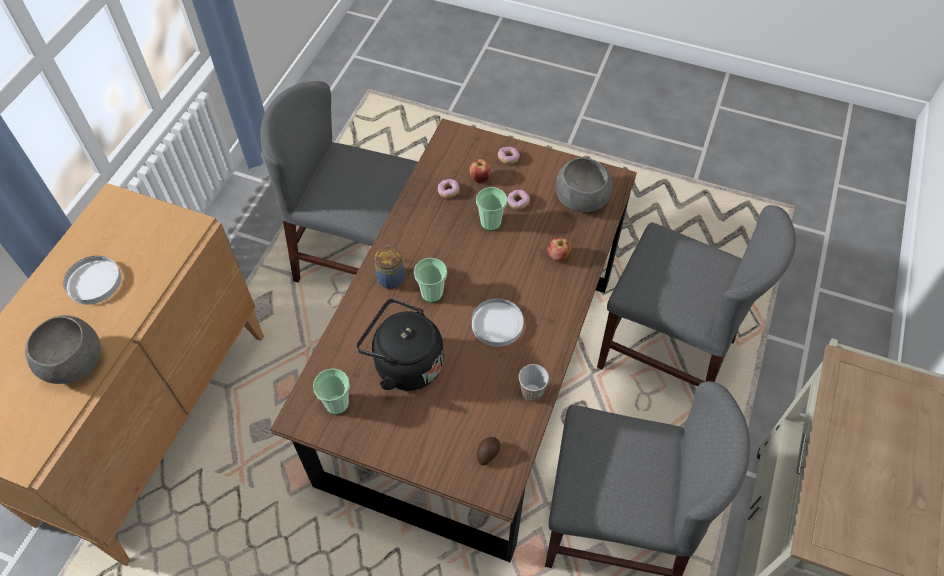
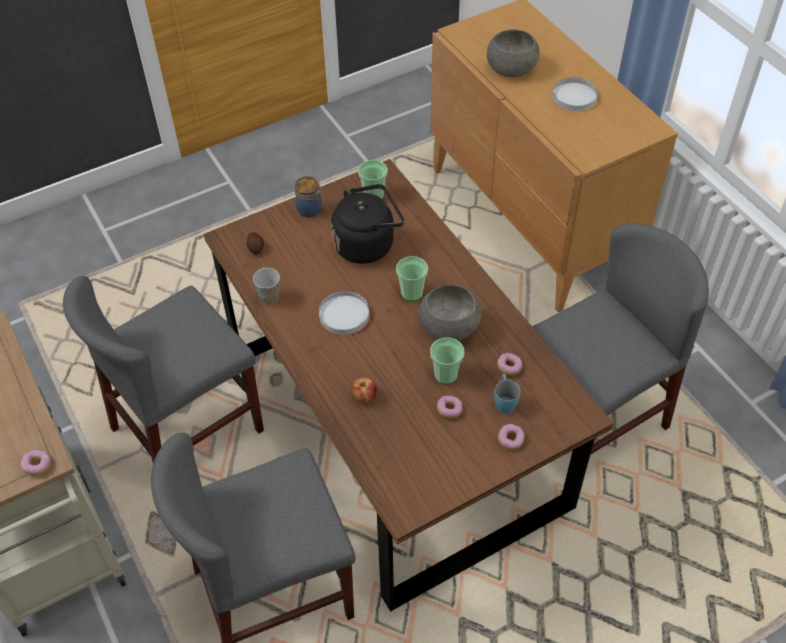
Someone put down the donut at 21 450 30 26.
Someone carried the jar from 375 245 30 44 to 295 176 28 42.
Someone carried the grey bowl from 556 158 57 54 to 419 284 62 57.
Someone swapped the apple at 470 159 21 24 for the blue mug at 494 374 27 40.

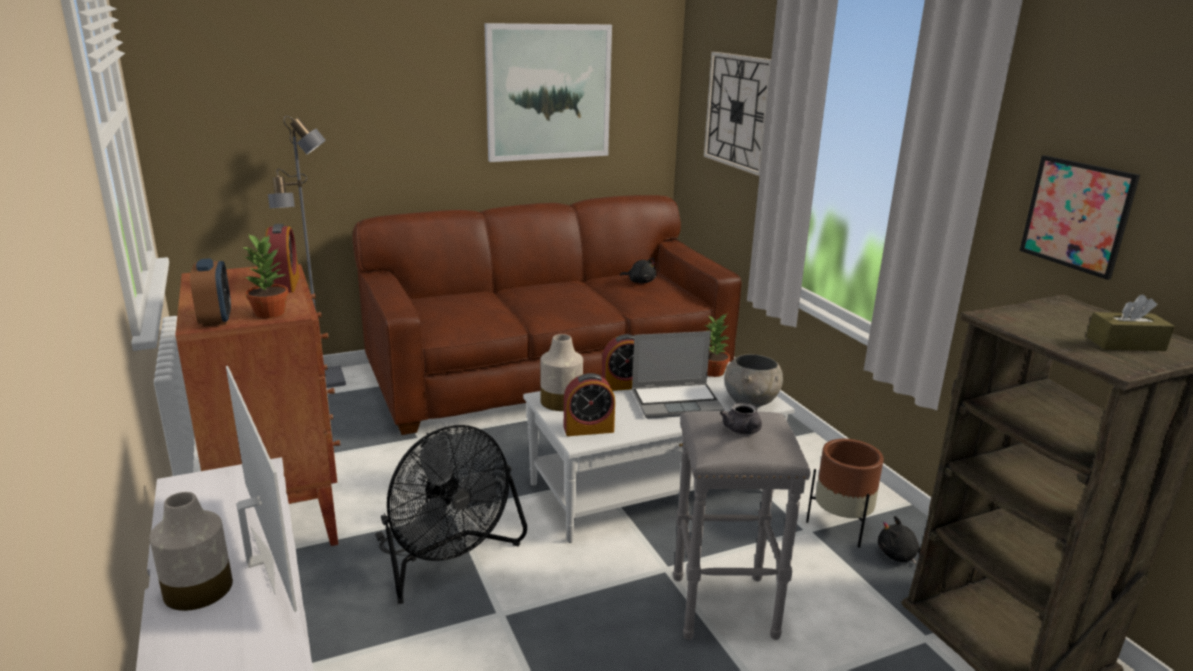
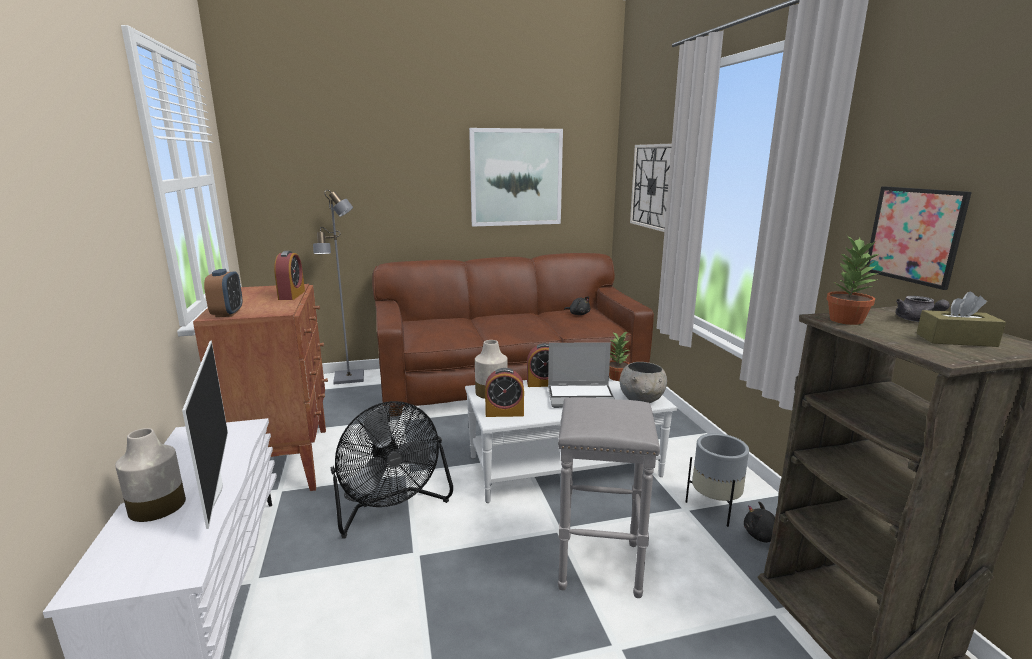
Someone carried the potted plant from 240 233 49 85 to 827 235 52 90.
Someone carried the grey teapot from 720 403 42 31 to 895 296 55 26.
Someone repainted the brown planter at 806 439 78 109, which became the grey planter at 685 433 64 94.

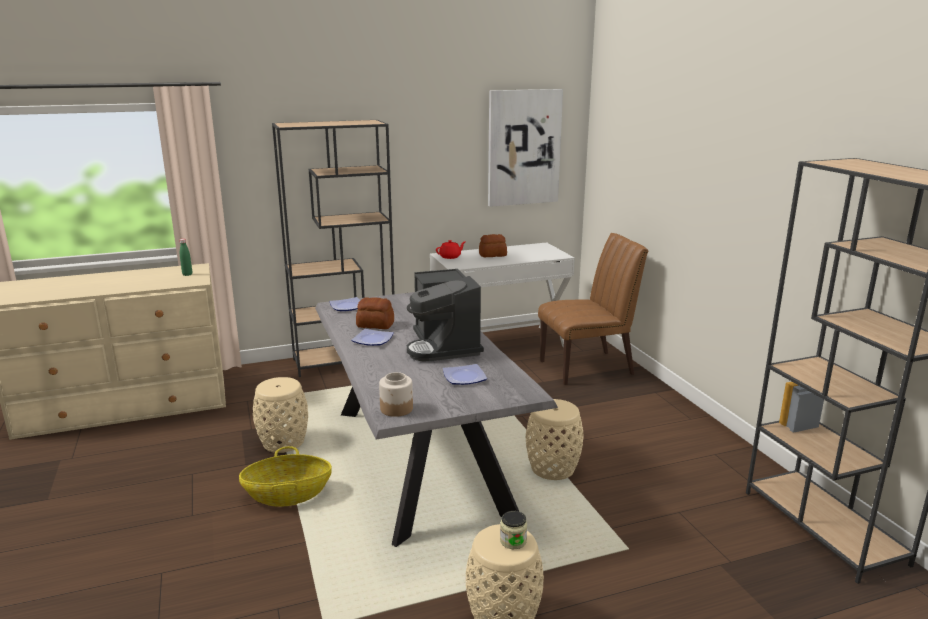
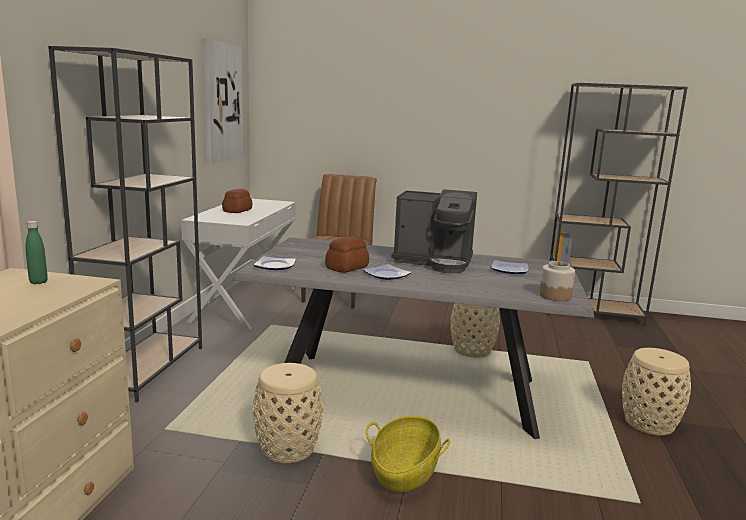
Someone took away the red teapot at 436 240 30 19.
Someone took away the jar at 500 511 27 38.

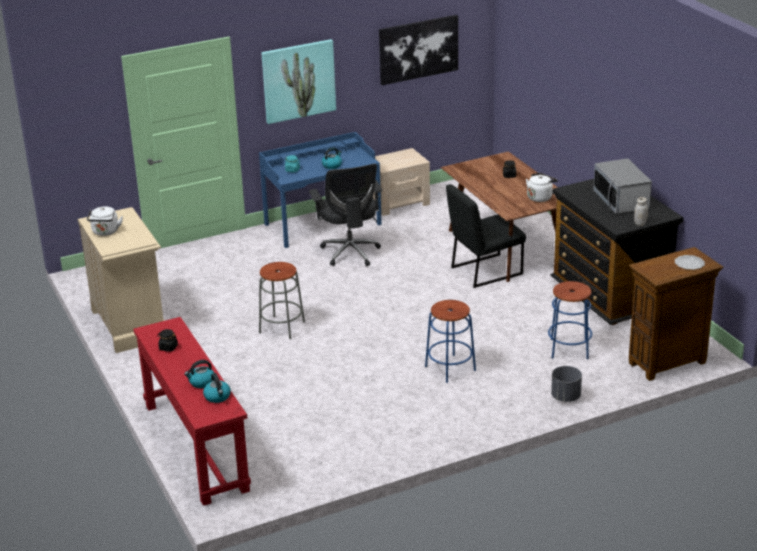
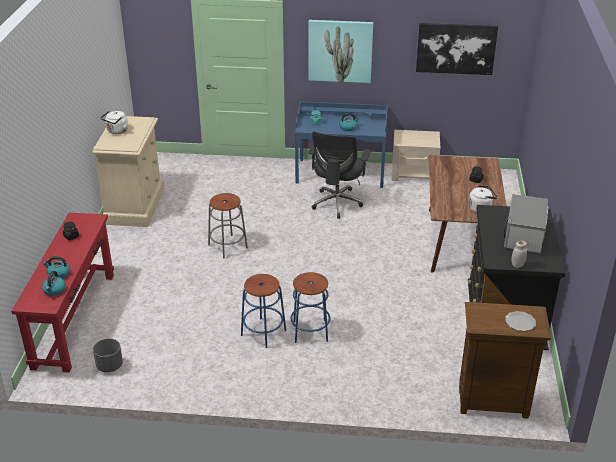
Someone took away the black chair at 446 184 80 104.
Someone carried the blue stool from 548 281 44 78 to 241 274 45 74.
Someone carried the grey planter from 551 366 31 36 to 93 339 30 33.

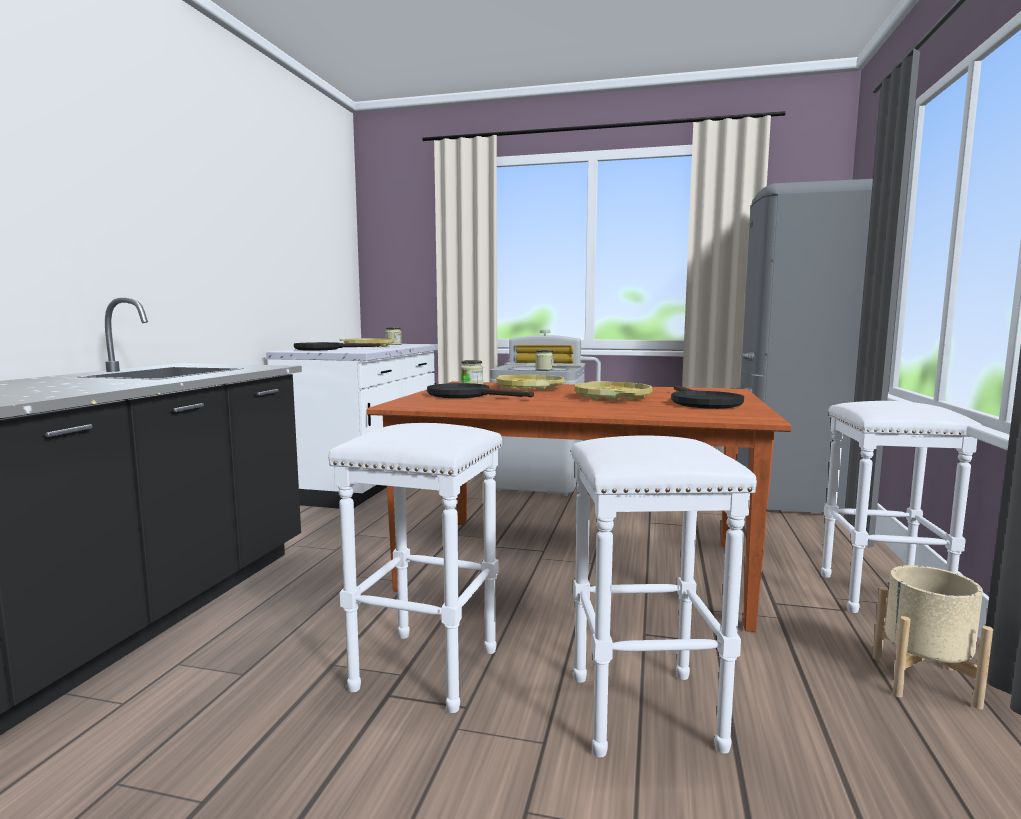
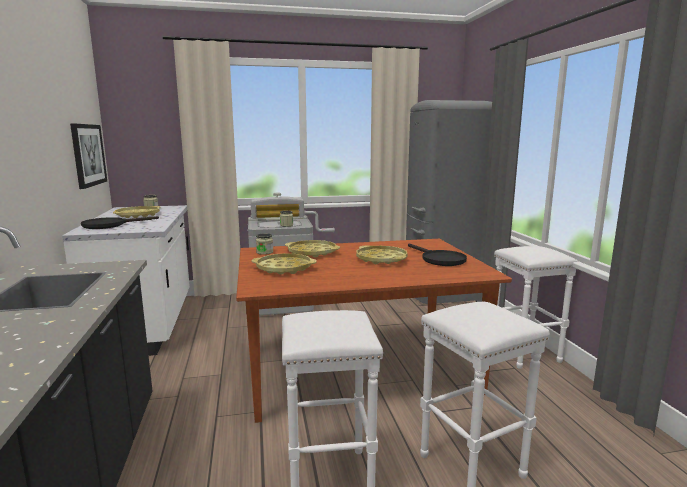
Someone took away the beige planter at 873 565 120 145.
Someone put up the picture at 70 123 37 66.
Someone swapped the black frying pan at 427 383 107 15 for the yellow tray at 252 253 65 22.

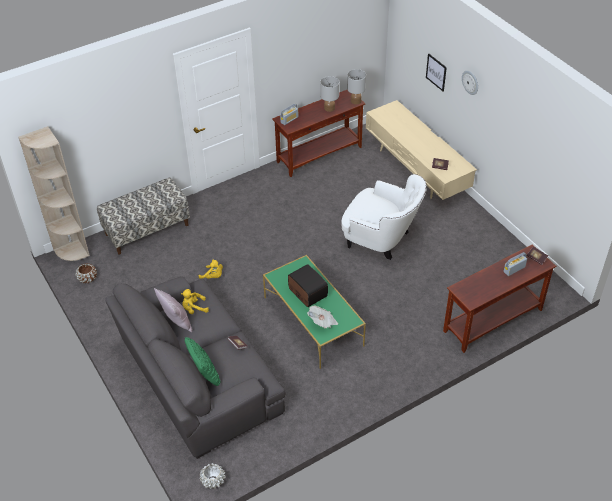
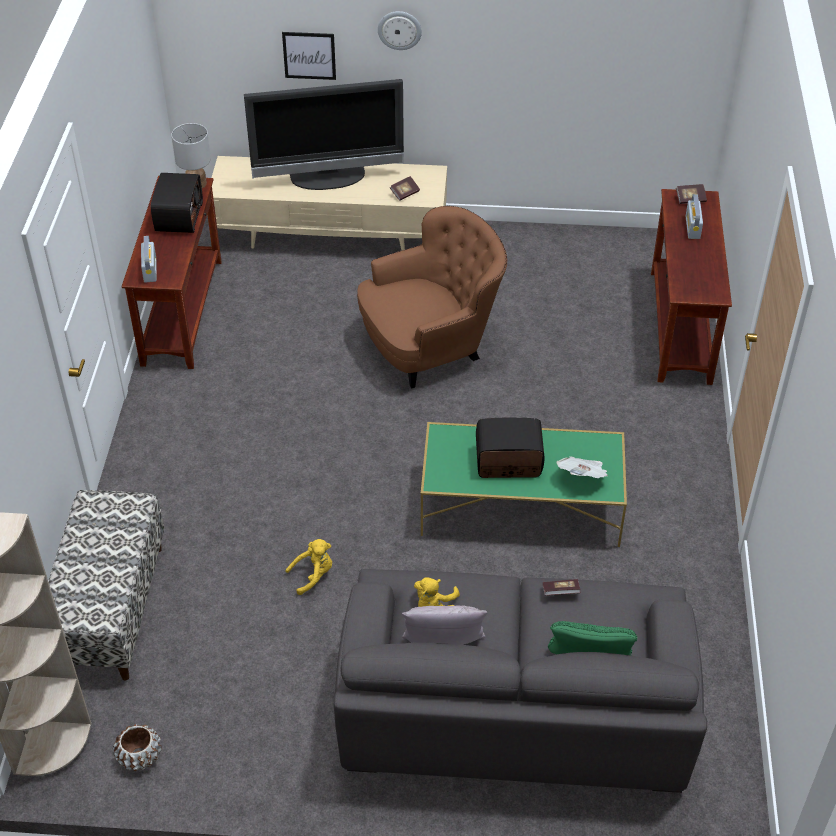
Someone took away the white planter at 200 463 26 26.
Someone put down the television at 244 79 160 111.
Someone swapped the grey table lamp at 320 76 19 36 for the radio at 151 173 52 60.
Someone repainted the white armchair at 341 174 86 86, which became the brown armchair at 357 206 150 182.

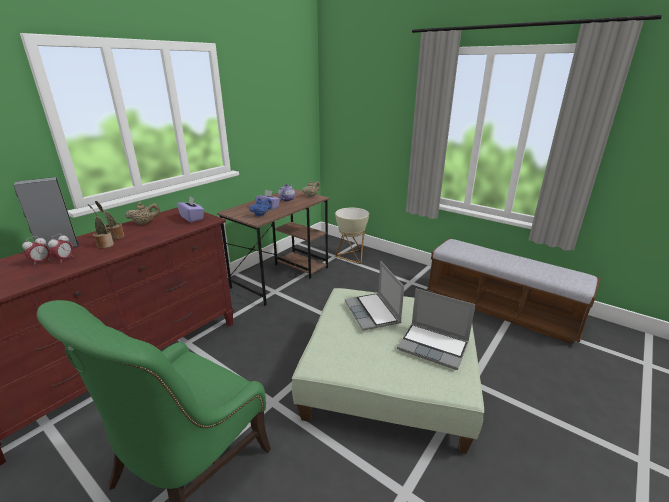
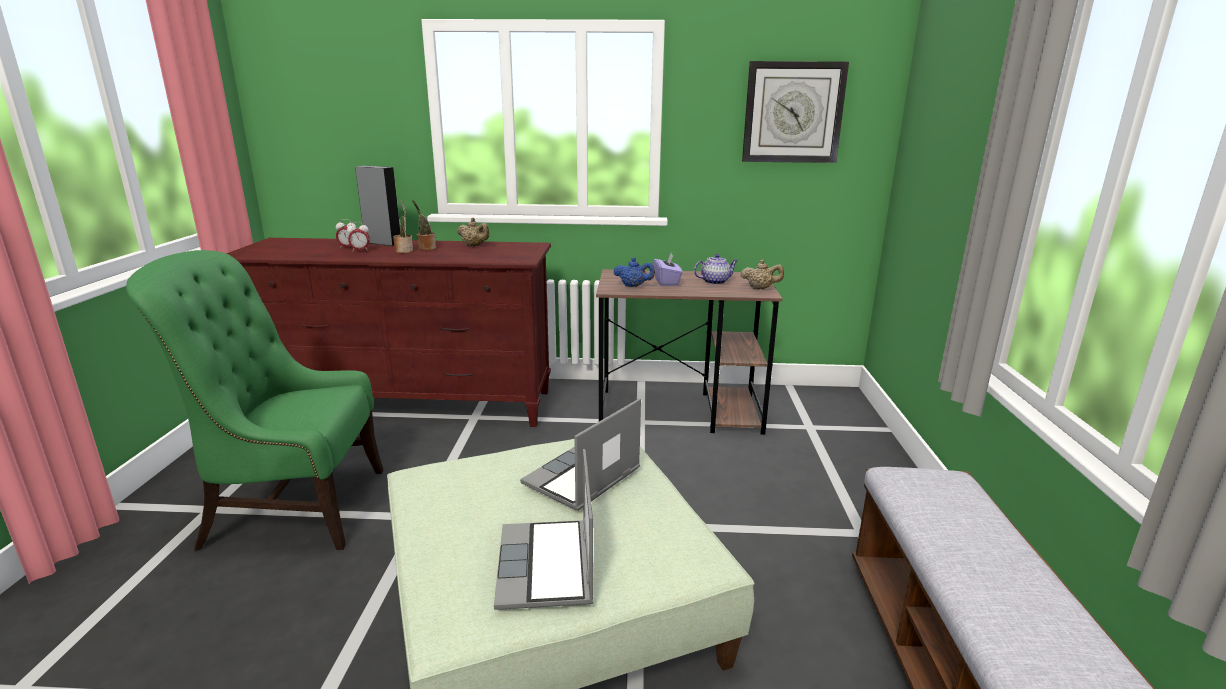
Someone took away the purple tissue box at 177 197 27 25.
Someone took away the planter at 335 208 34 56.
Someone put up the wall clock at 742 61 107 102.

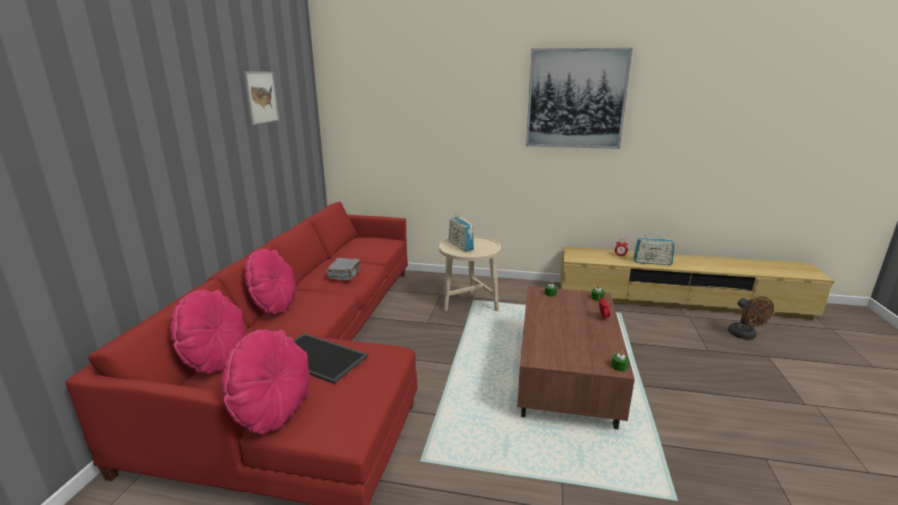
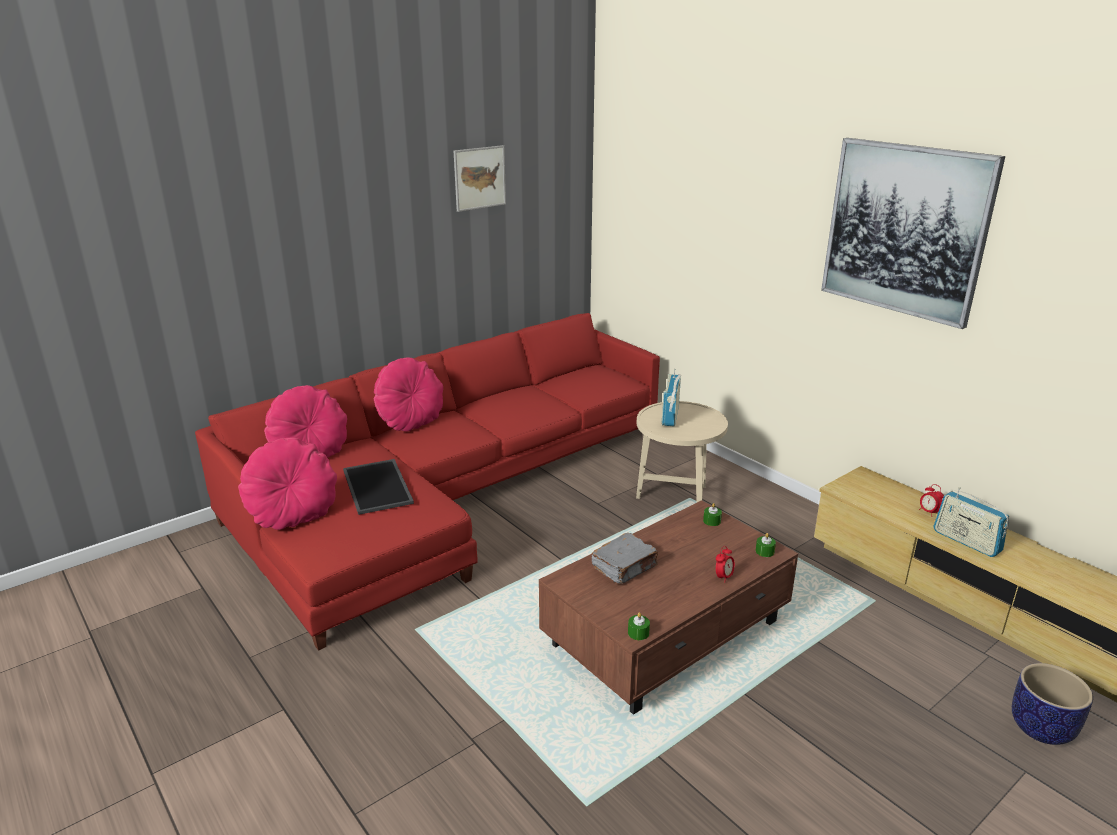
Someone carried the grey book from 326 258 35 23 to 591 533 67 51.
Someone swapped the brown fan at 728 296 46 43 for the planter at 1012 663 81 82.

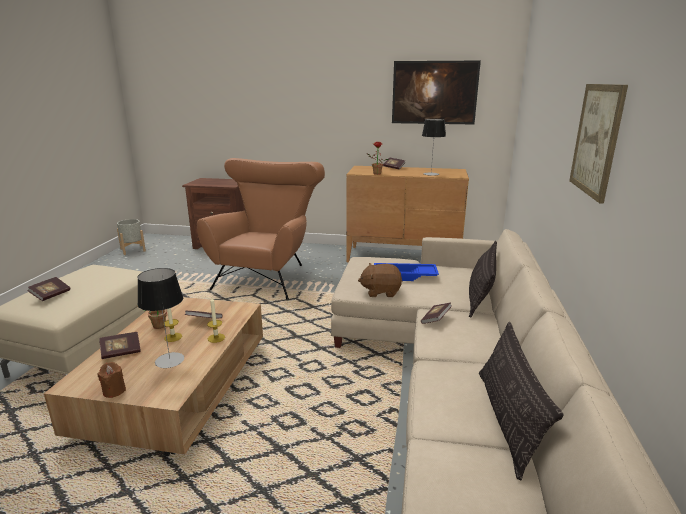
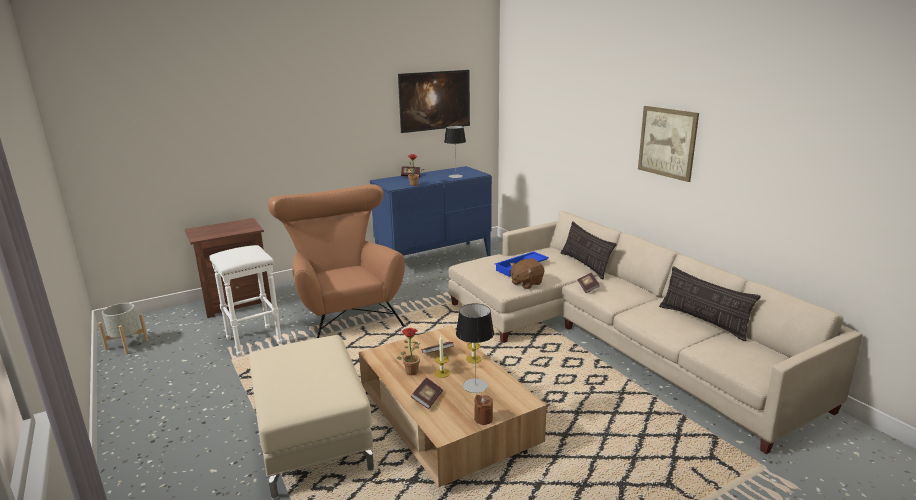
Someone took away the book at 27 277 43 24.
Someone put down the white stool at 209 245 73 111.
Someone repainted the brown cabinet at 346 166 123 96, which became the blue cabinet at 370 166 122 90.

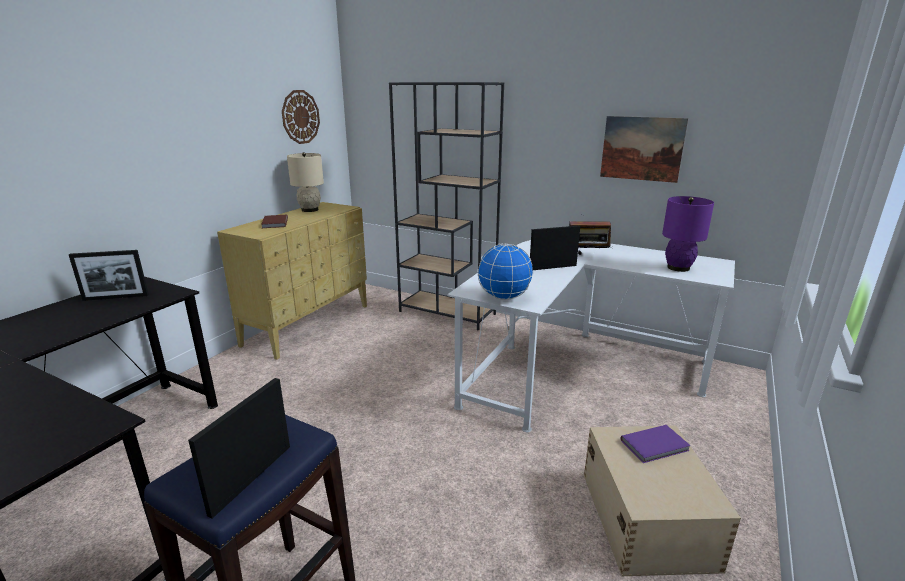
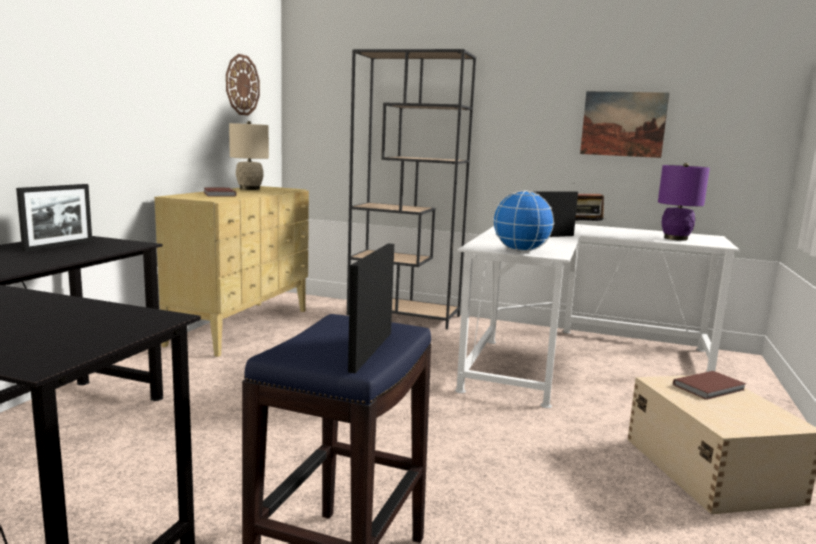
Someone repainted the purple book at 621 425 70 38, which became the brown book at 673 371 73 29.
Someone rotated the picture frame at 69 250 80 51 by 45 degrees counterclockwise.

